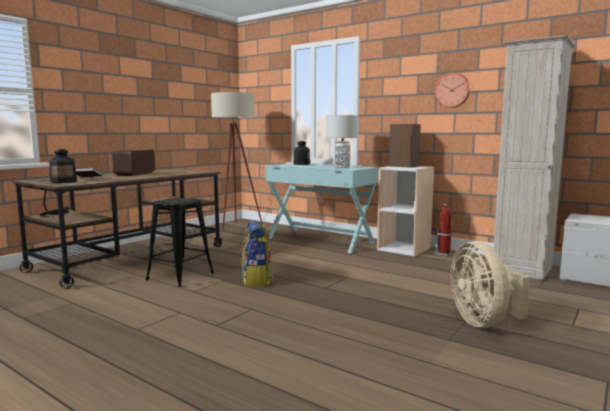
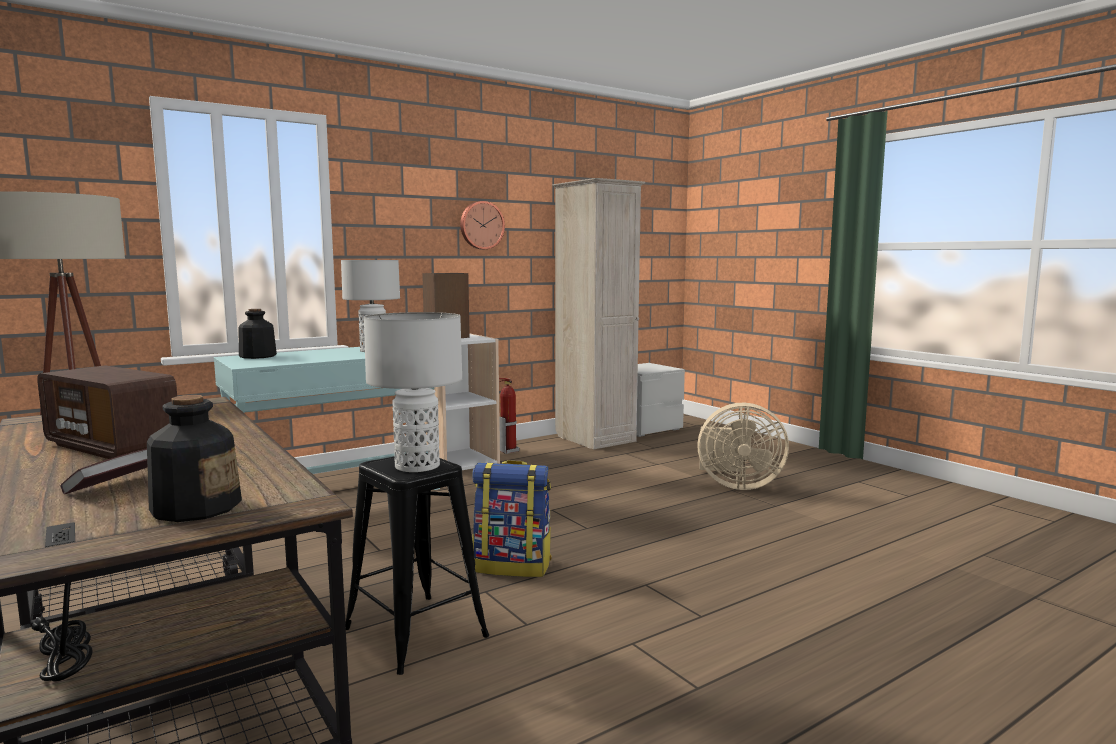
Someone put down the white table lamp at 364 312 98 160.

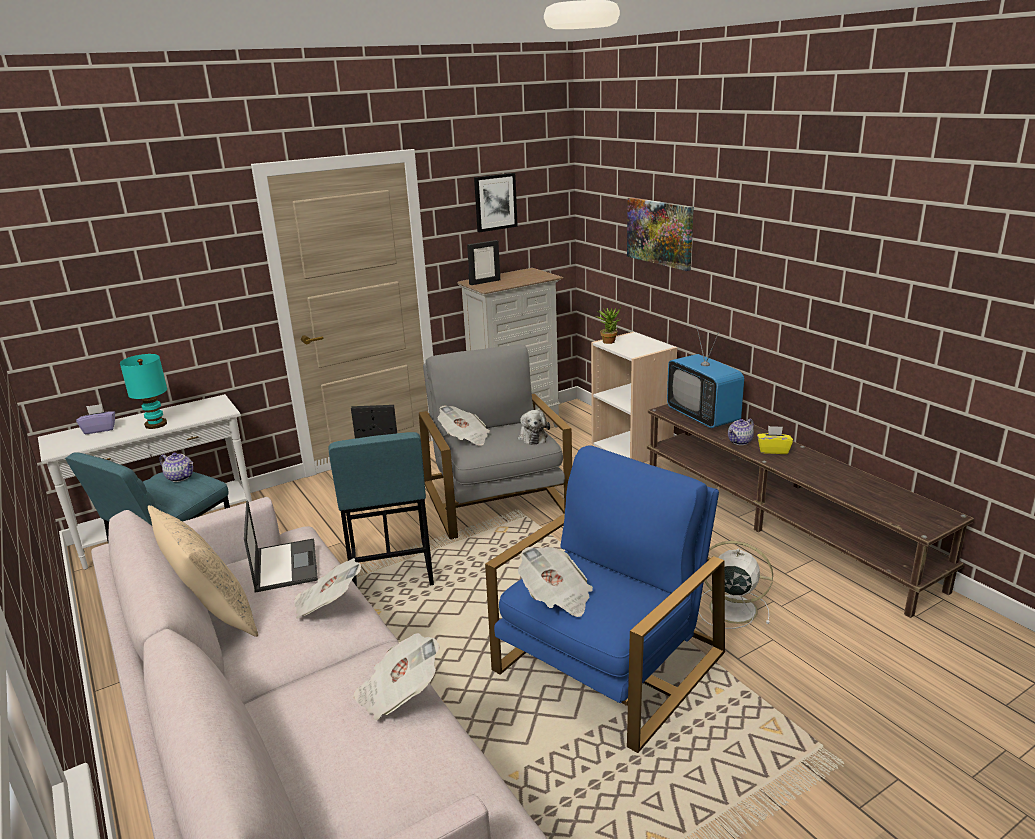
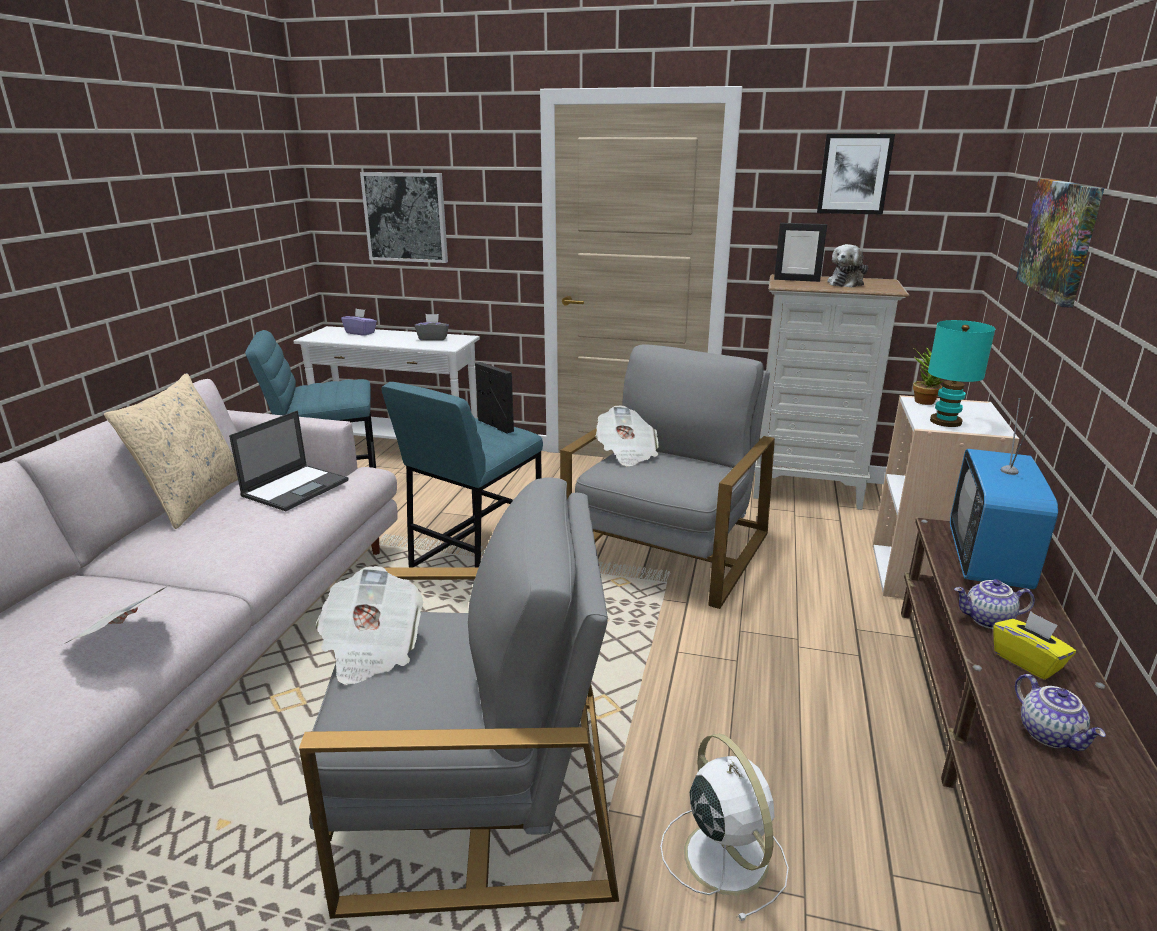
Someone took away the newspaper at 294 558 67 61.
Someone put up the picture at 360 172 88 91.
Someone put down the grey tissue box at 415 314 34 27.
Someone carried the turquoise table lamp from 120 354 47 75 to 928 320 67 107.
Someone carried the teapot from 159 453 34 29 to 1015 674 91 77.
Someone carried the plush toy from 518 410 32 35 to 827 244 41 44.
Someone repainted the blue armchair at 485 445 240 308, which became the grey armchair at 299 477 320 442.

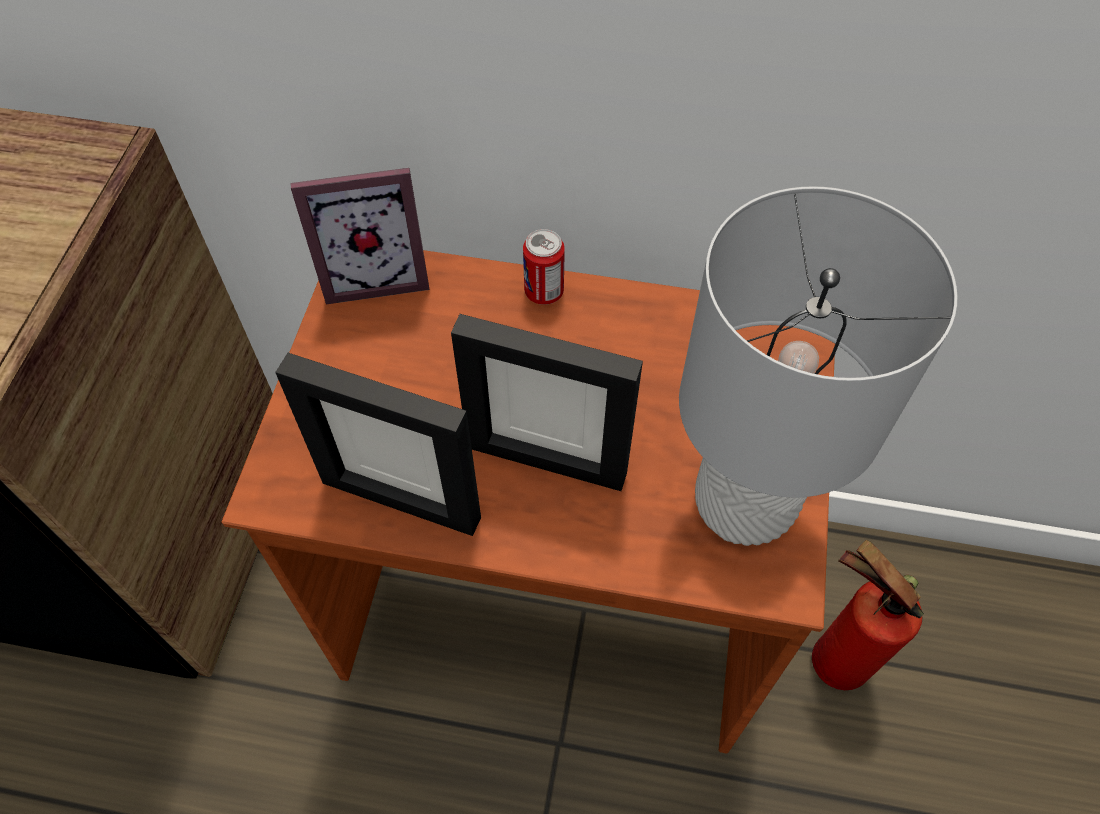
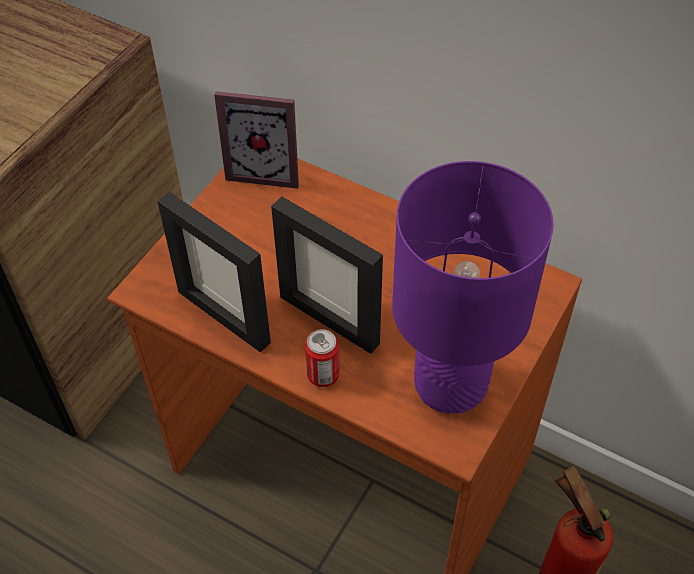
Someone carried the can from 523 229 42 76 to 305 329 34 58.
Someone repainted the grey table lamp at 679 186 279 360, which became the purple table lamp at 392 161 162 253.

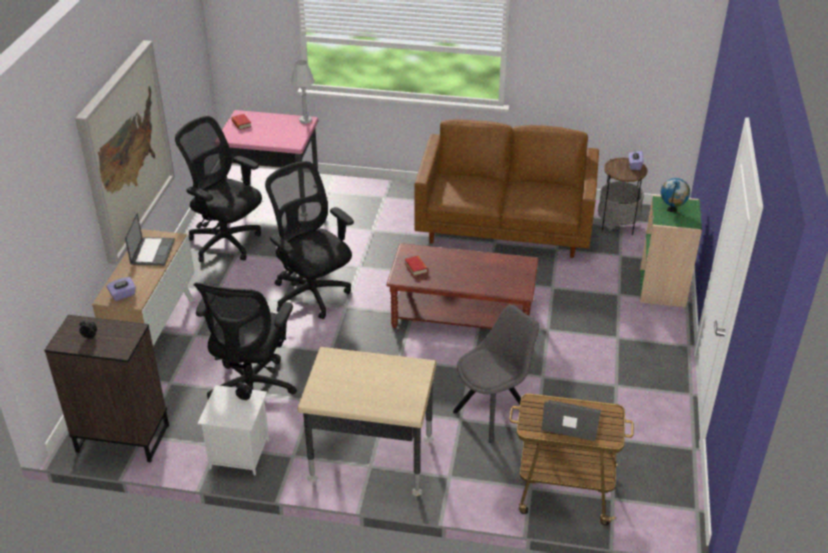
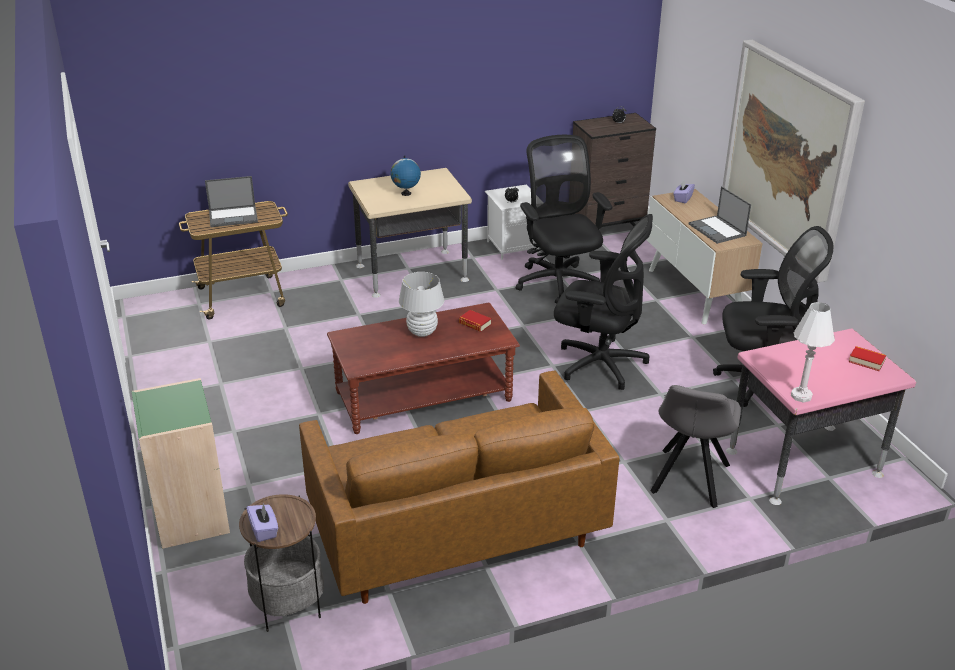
Someone put down the white table lamp at 399 272 45 65.
Someone carried the grey chair from 453 305 86 138 to 650 385 91 123.
Someone carried the globe from 661 178 29 34 to 391 156 30 40.

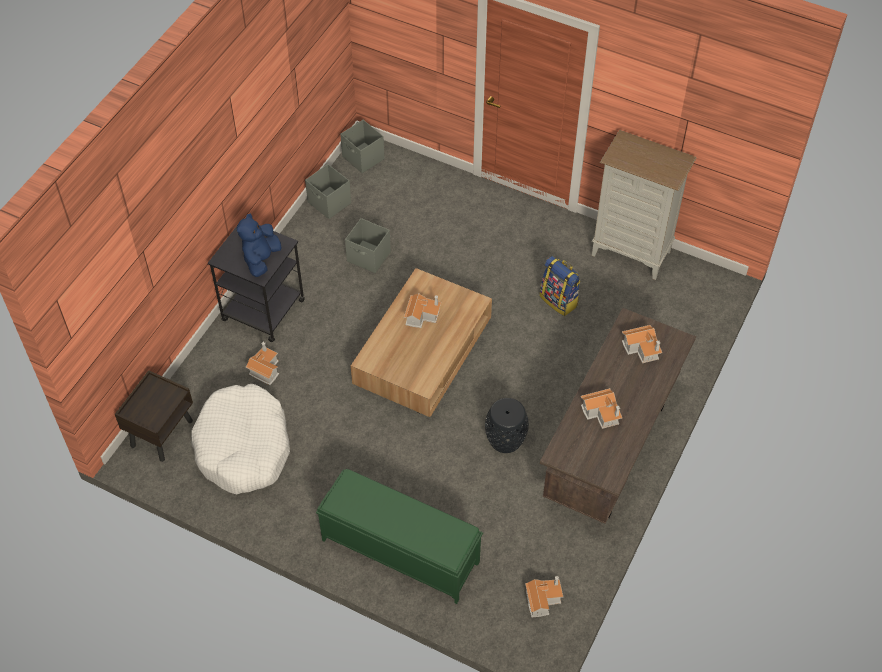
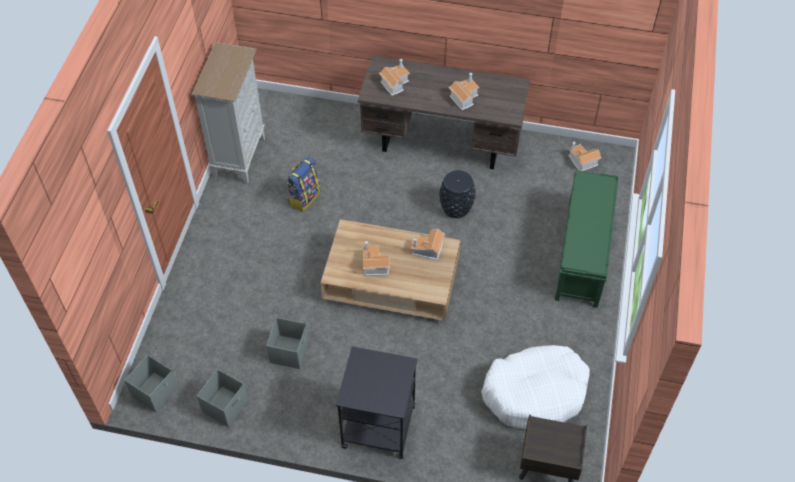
Someone took away the blue plush toy at 237 214 45 63.
Someone carried the toy house from 246 342 33 43 to 411 229 34 31.

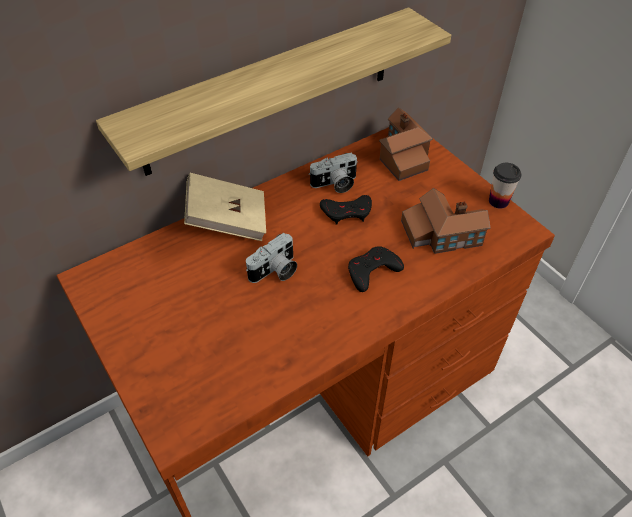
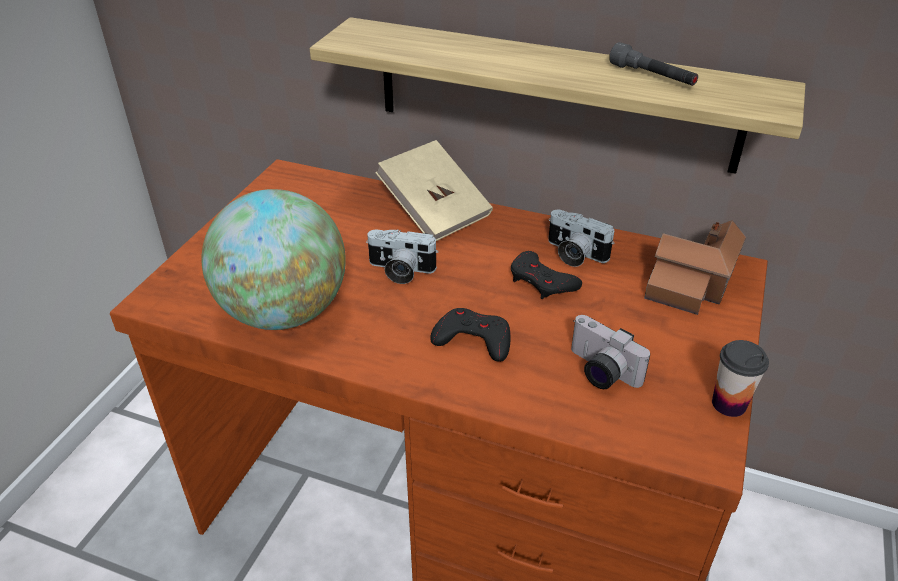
Someone put down the globe at 201 189 145 141.
Someone put down the grey flashlight at 609 42 89 44.
Someone swapped the toy house at 401 188 89 66 for the photo camera at 571 315 79 74.

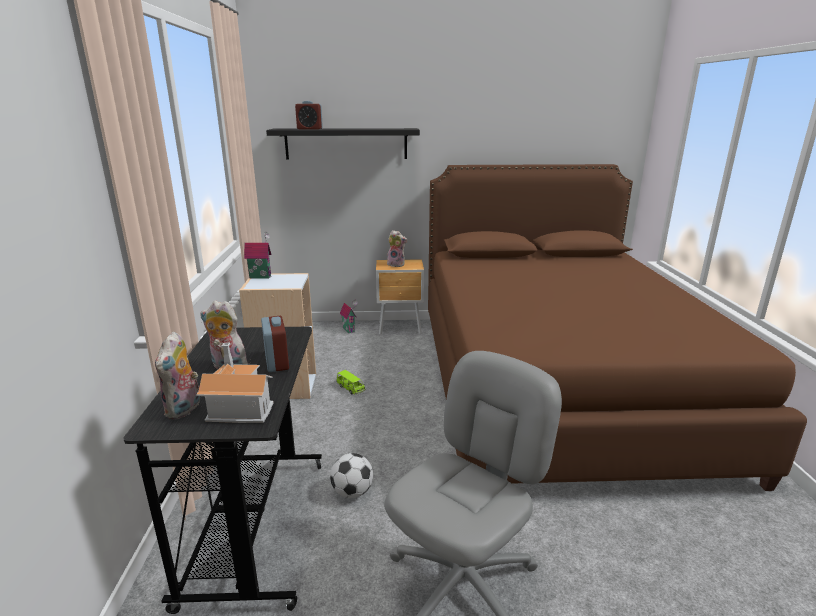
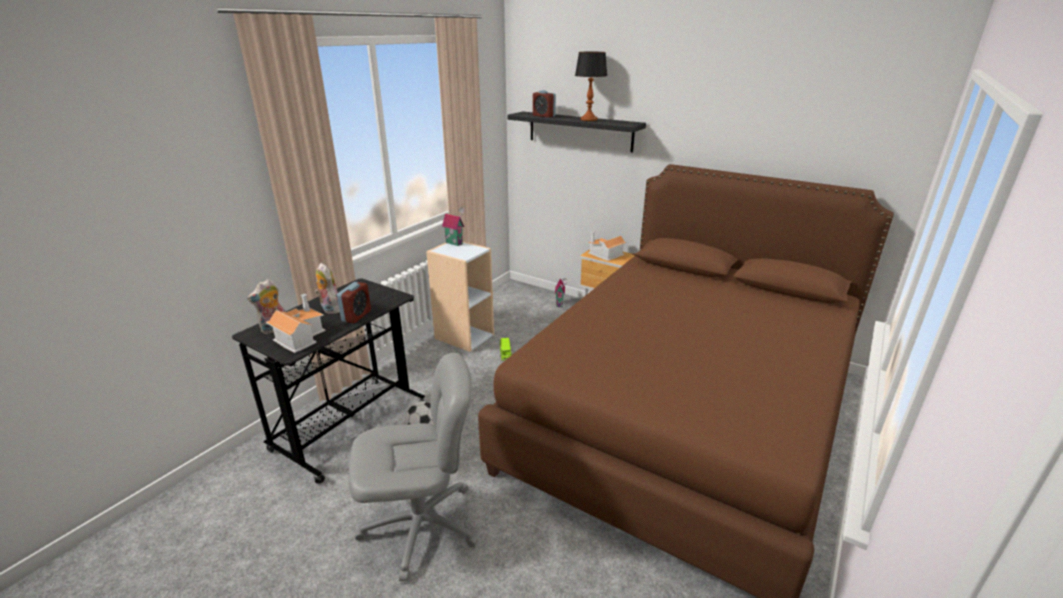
Someone put down the table lamp at 575 52 33 69.
Someone swapped the plush toy at 387 230 20 37 for the toy house at 588 231 39 30.

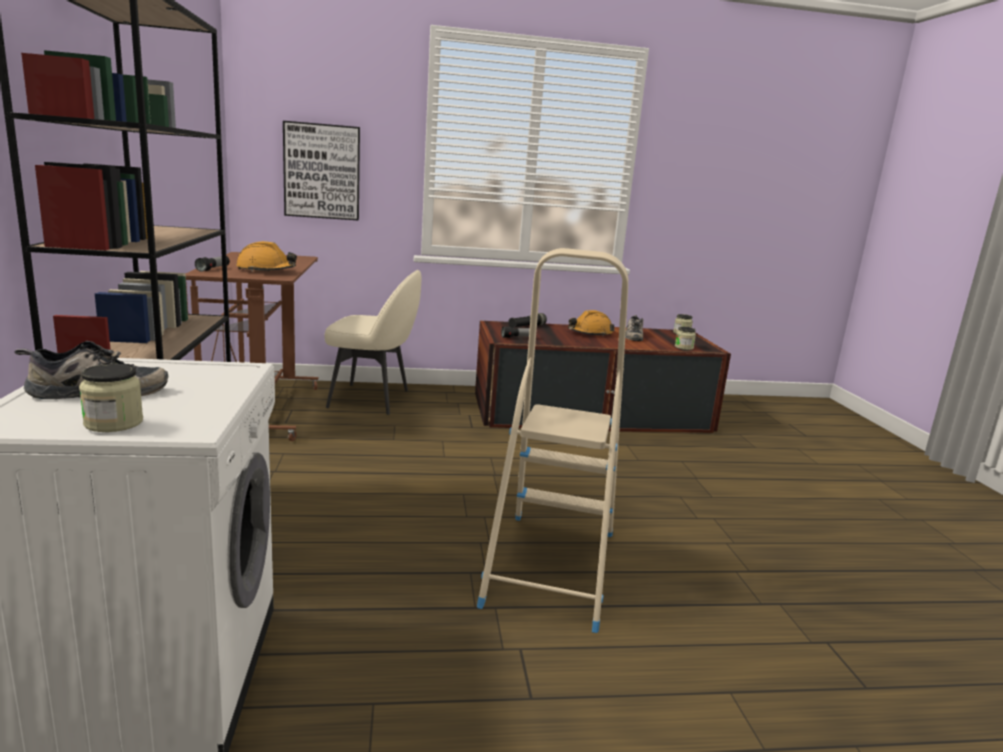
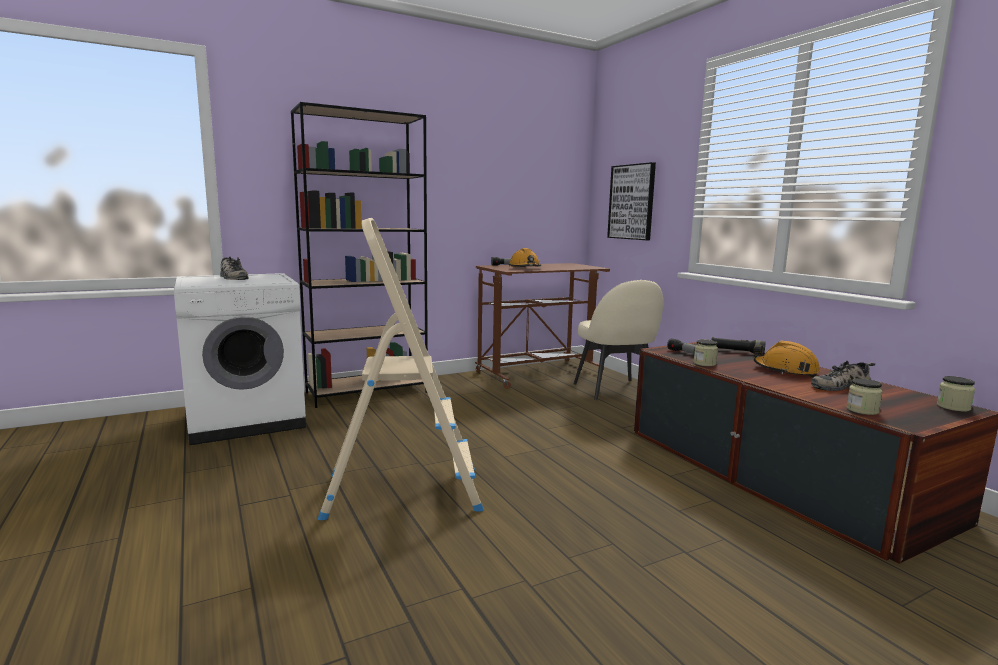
Someone carried the jar from 79 364 64 68 to 694 339 24 27.

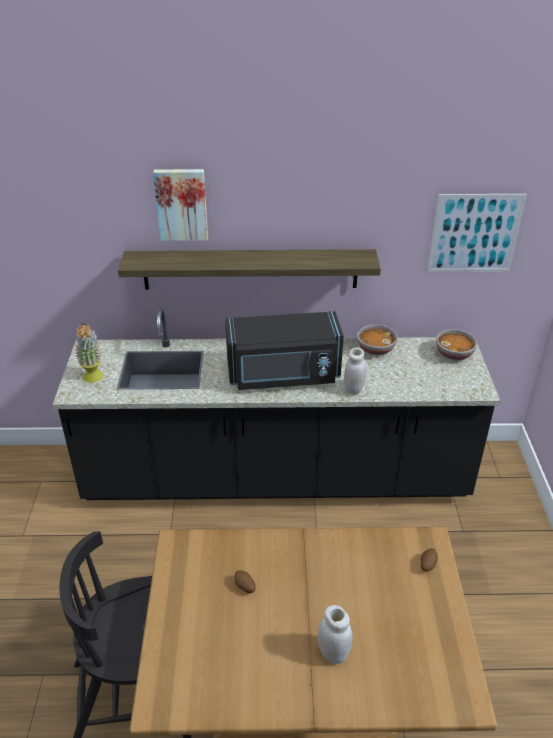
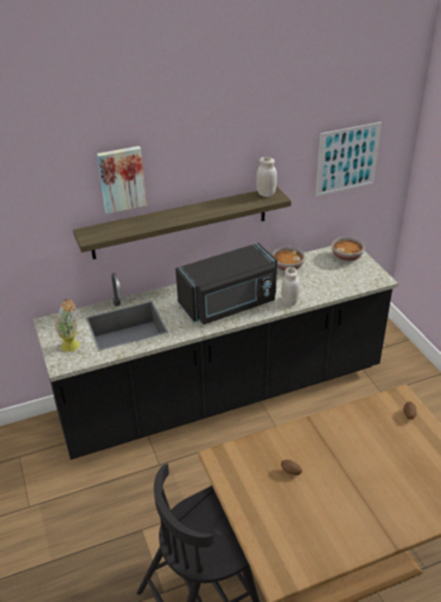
Someone carried the white jar from 318 605 35 59 to 256 157 21 40.

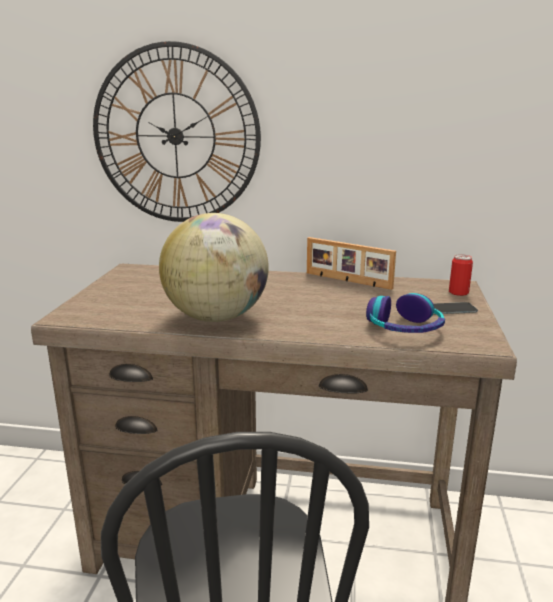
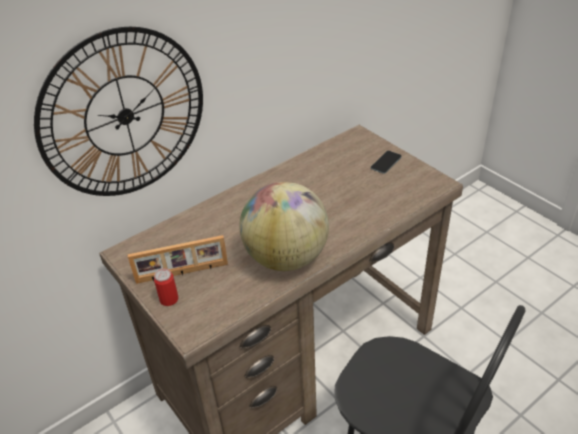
Someone took away the headphones at 366 293 79 40.
Someone carried the picture frame from 307 237 89 53 to 128 235 100 49.
Someone carried the can from 449 254 24 42 to 154 269 25 37.

